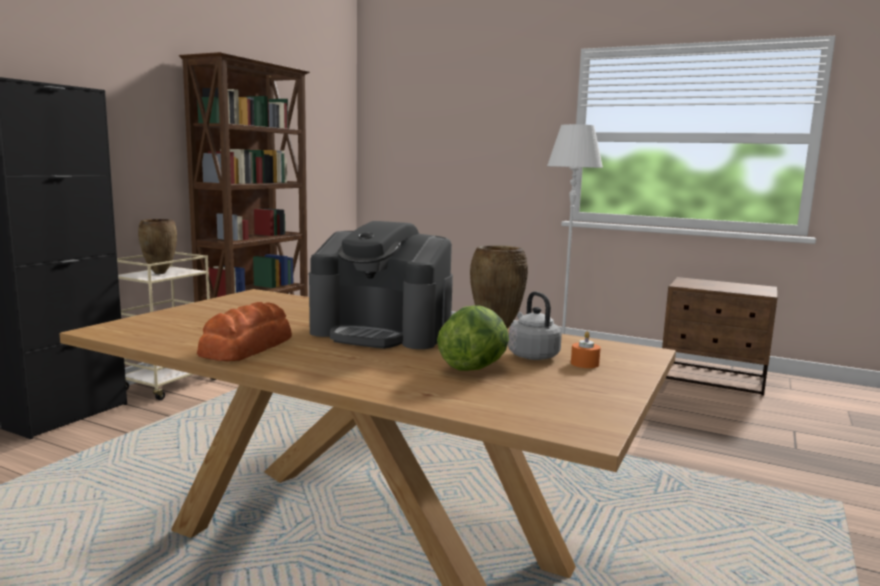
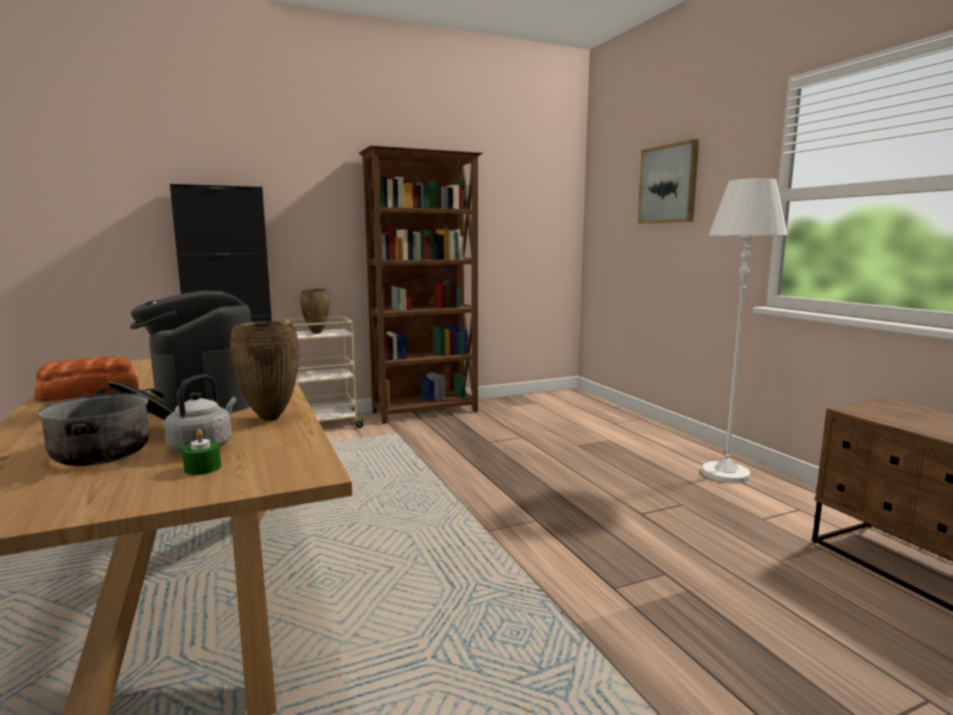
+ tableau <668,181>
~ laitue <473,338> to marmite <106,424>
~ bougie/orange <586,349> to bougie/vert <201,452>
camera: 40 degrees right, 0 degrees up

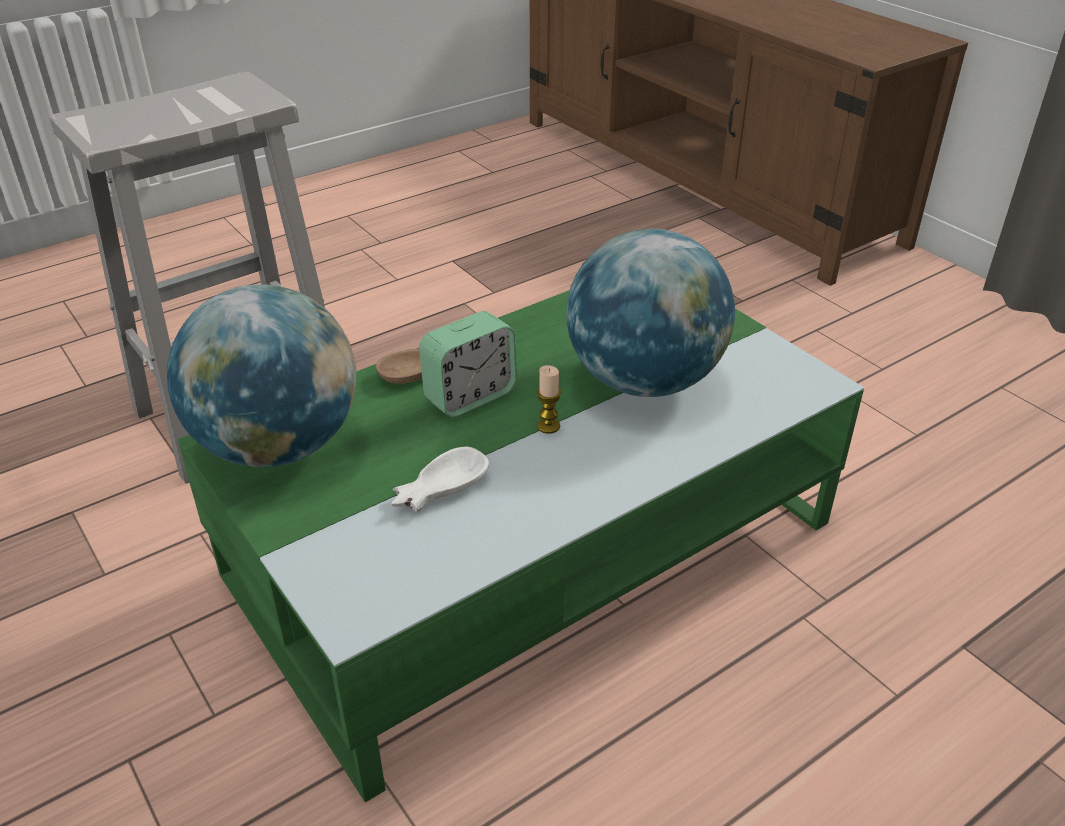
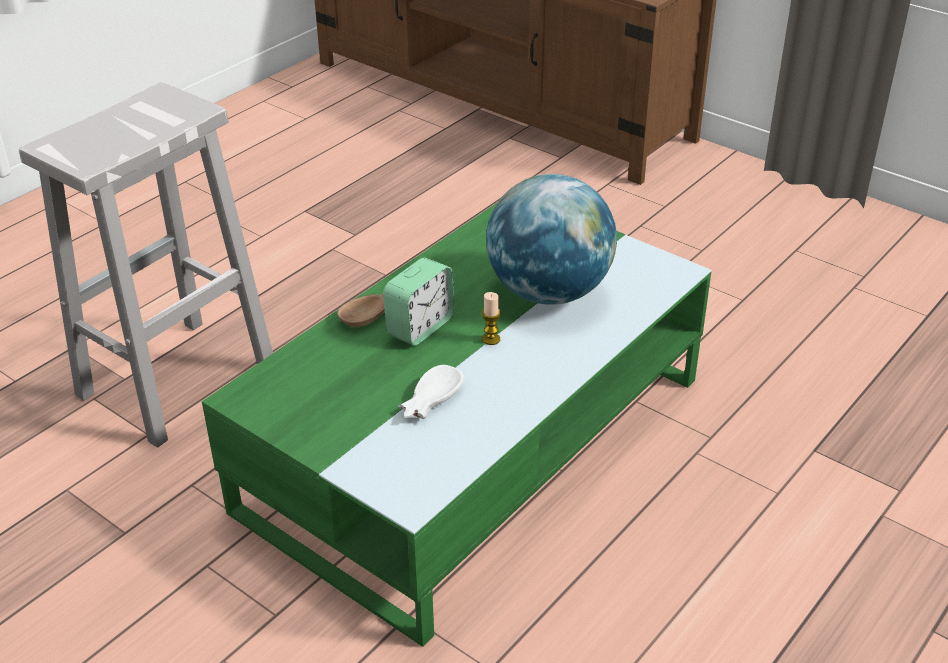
- globe <261,375>
camera: 15 degrees left, 0 degrees up

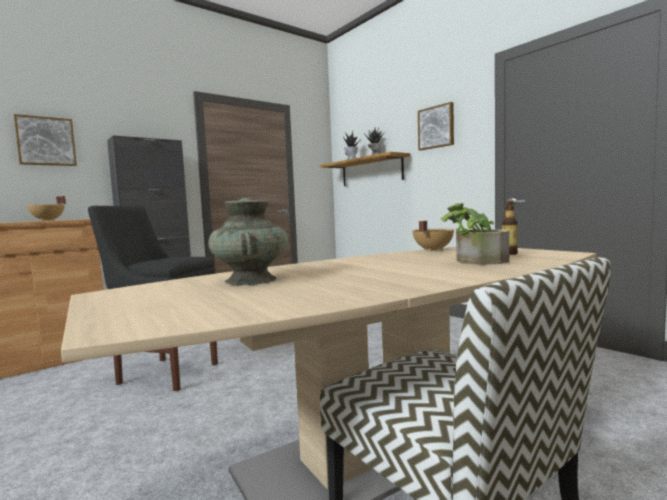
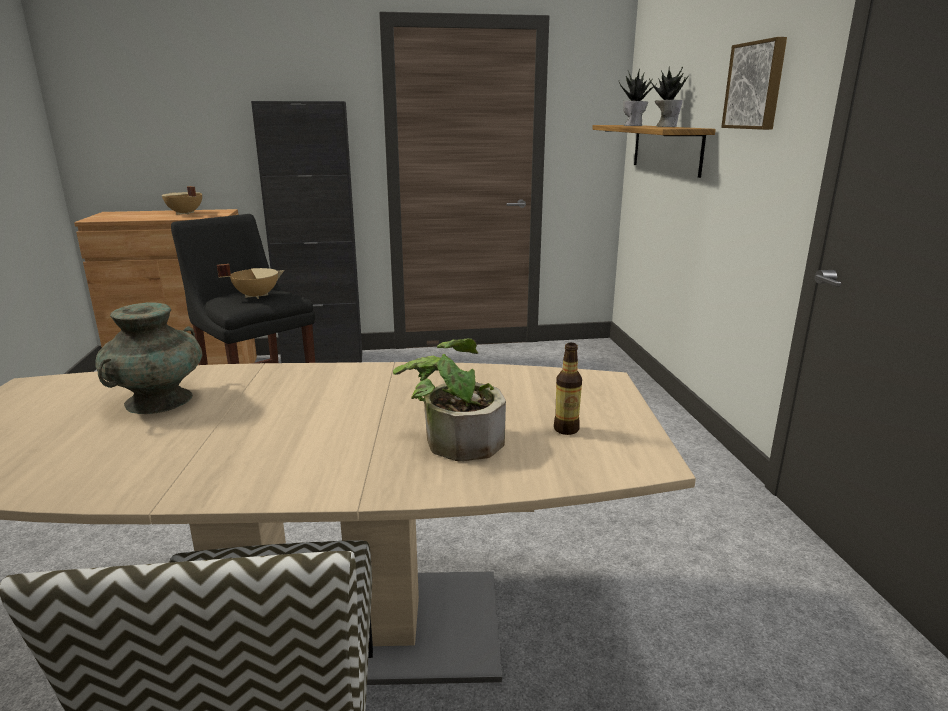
- tableau <45,140>
~ marmite/beige <433,236> to <250,281>
camera: 30 degrees right, 15 degrees up

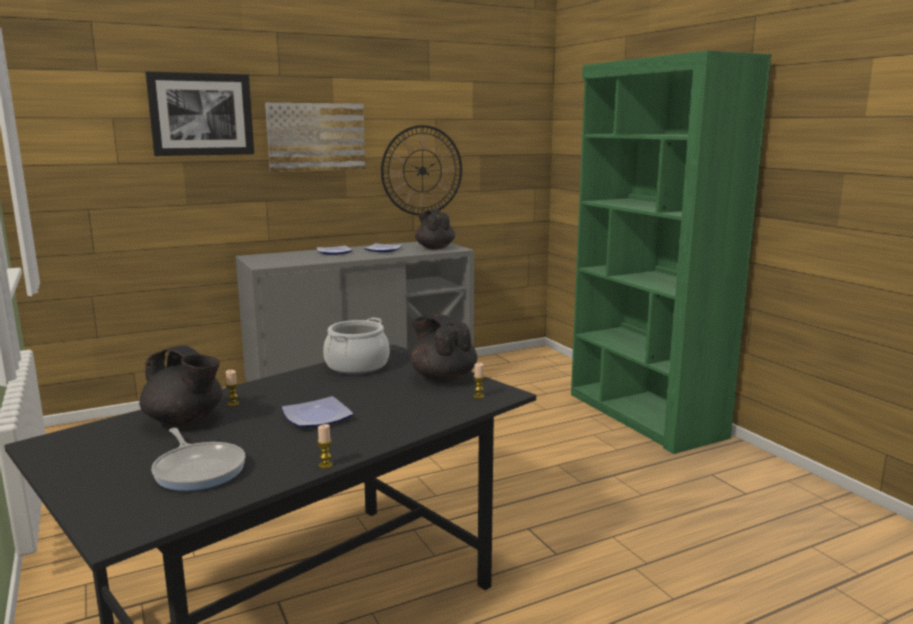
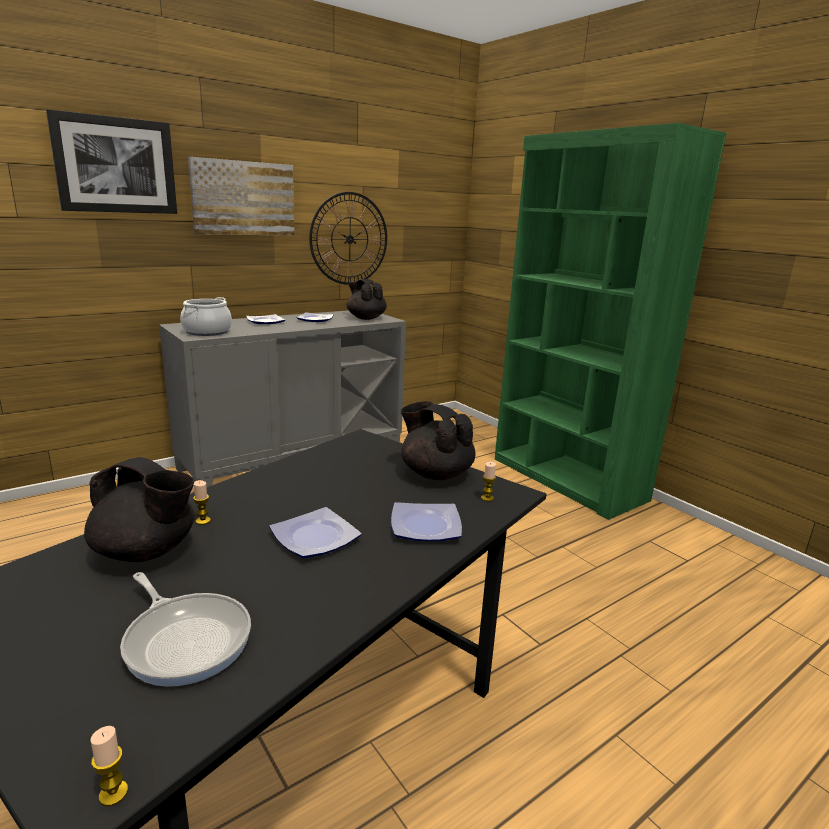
+ assiette <426,521>
~ bougie <325,446> to <109,766>
~ marmite <356,346> to <206,316>
camera: 10 degrees left, 5 degrees up

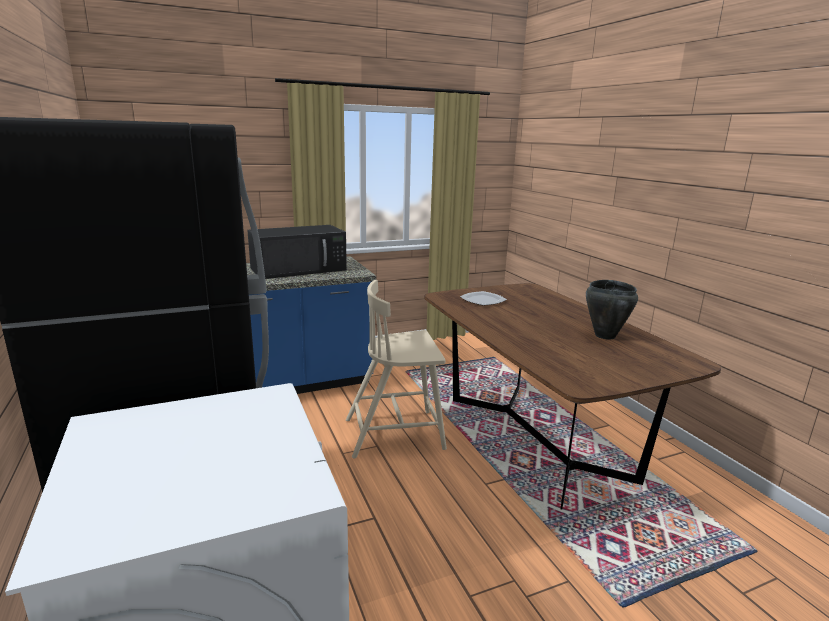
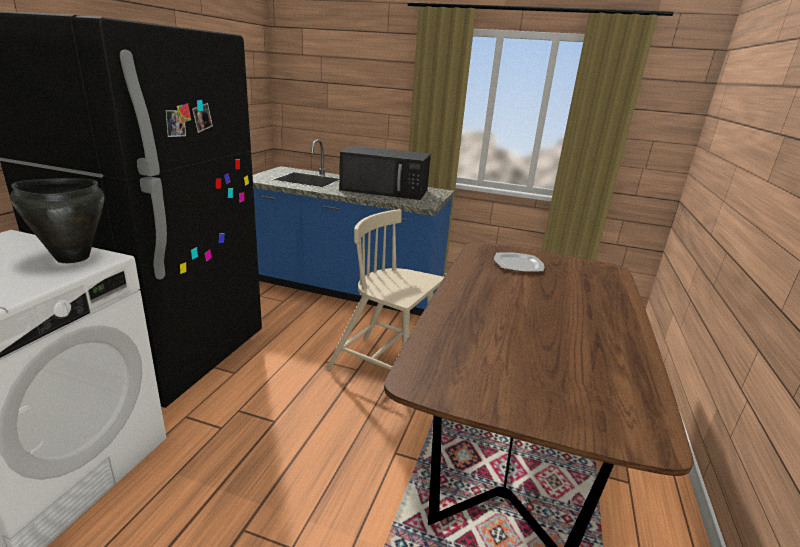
~ marmite/noir <612,309> to <57,220>
camera: 40 degrees right, 5 degrees up

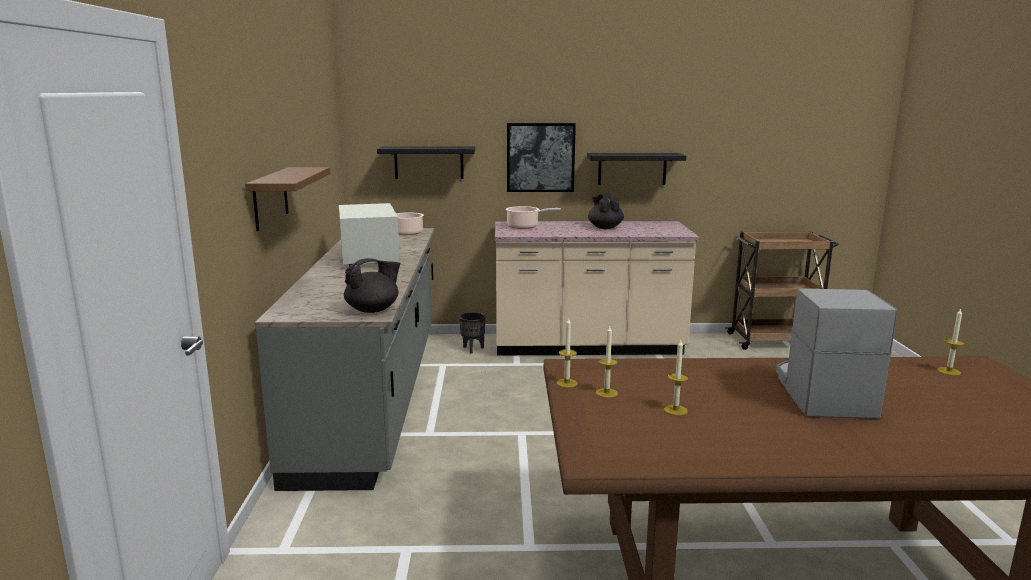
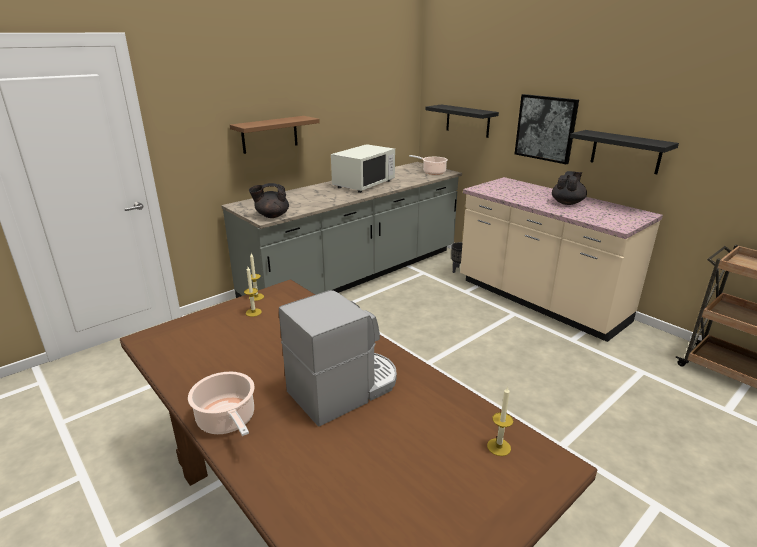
- bougie <676,377>
~ marmite <533,217> to <221,404>
~ théière/noir <372,285> = <269,200> 150 degrees clockwise
camera: 50 degrees right, 10 degrees up

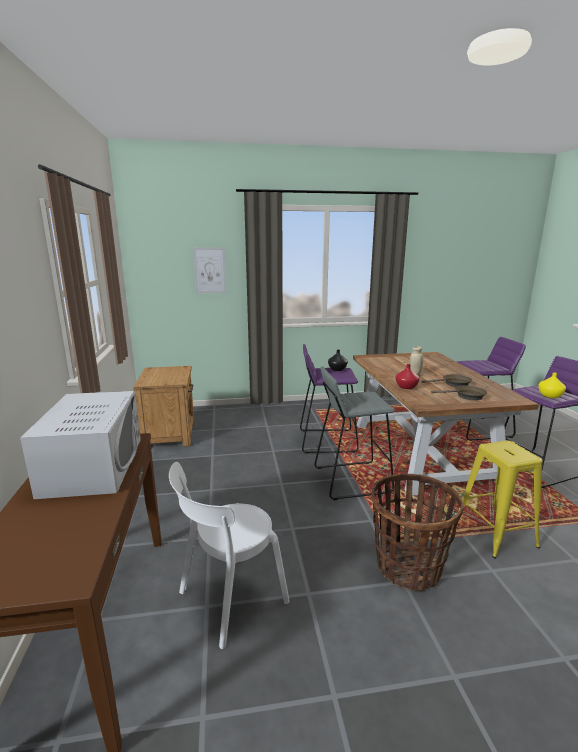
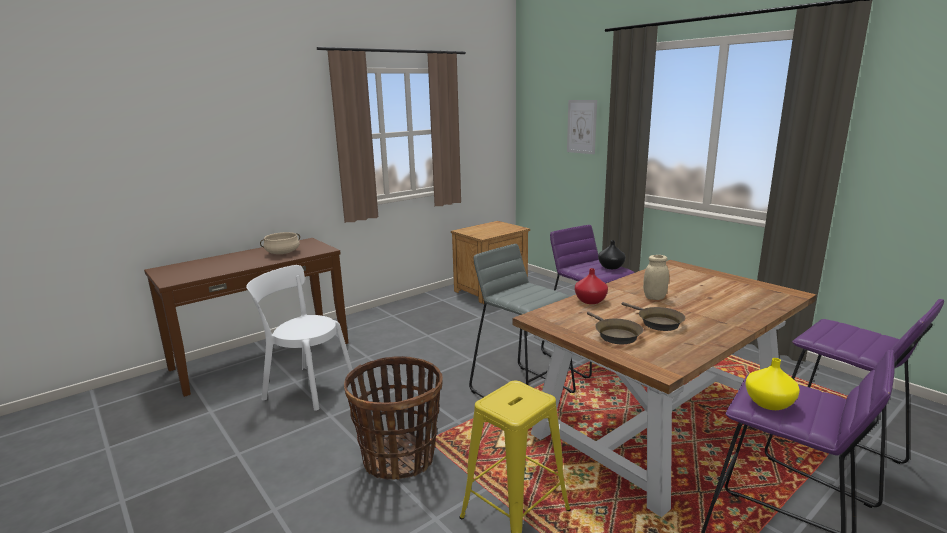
~ micro-ondes/blanc <80,445> to marmite/beige <280,243>
camera: 60 degrees right, 0 degrees up

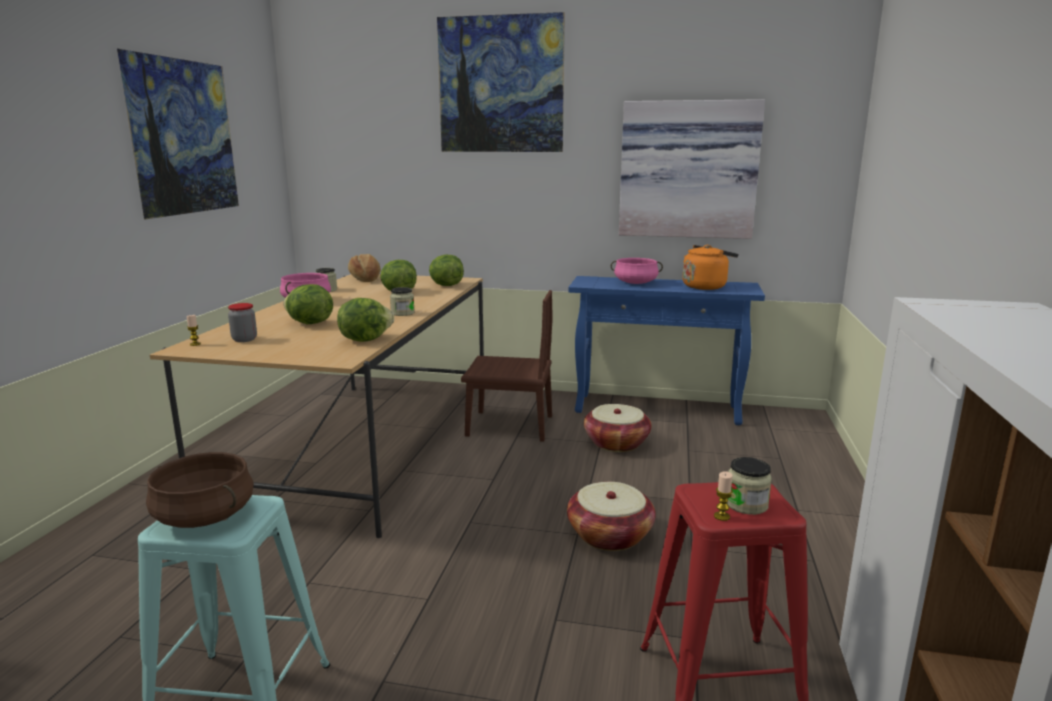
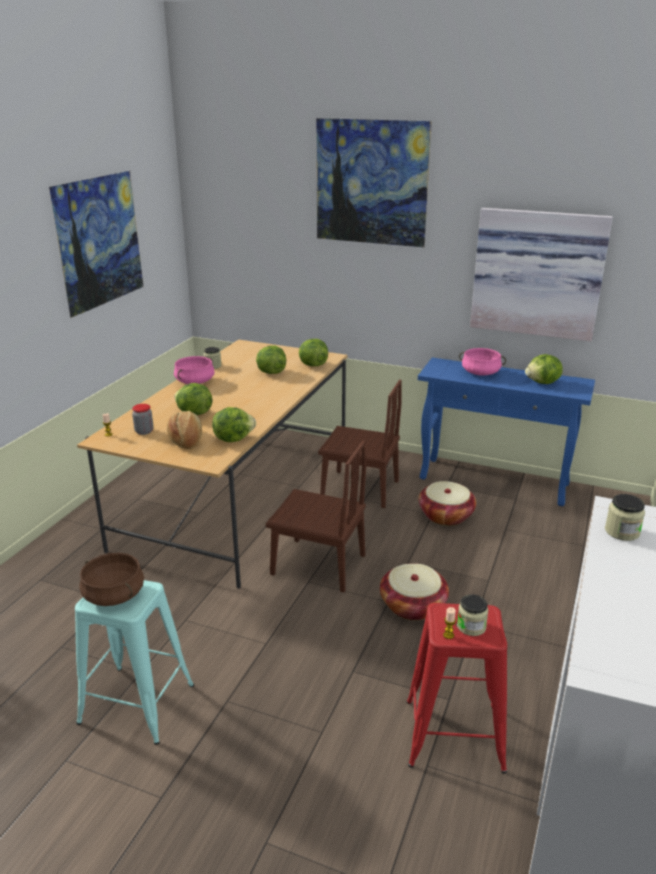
+ chaise/marron <316,516>
~ pain <364,268> to <184,430>
~ bocal <402,301> to <625,517>
~ bouilloire/orange <711,267> to laitue <544,369>
camera: 10 degrees right, 10 degrees up

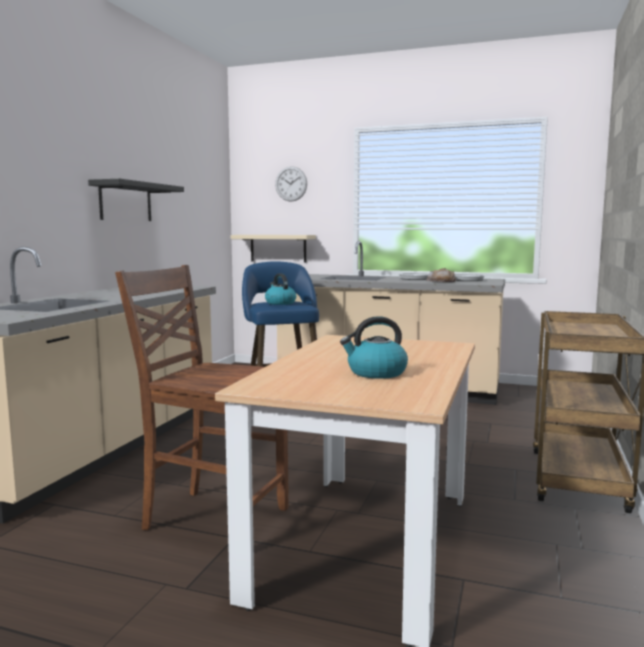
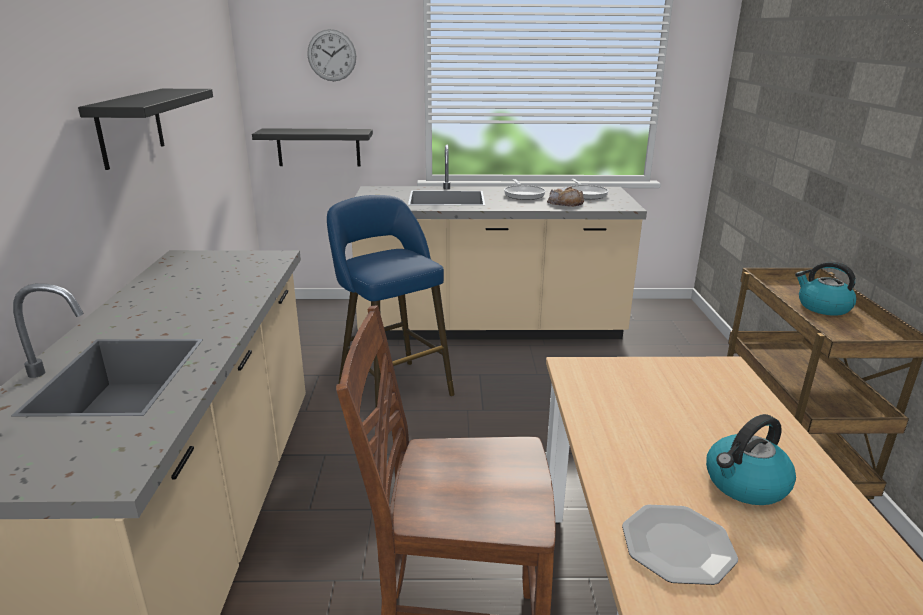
+ assiette <680,545>
~ bouilloire <280,289> to <826,288>
~ étagère/beige <273,248> to étagère/noir <312,147>
camera: 20 degrees left, 15 degrees up

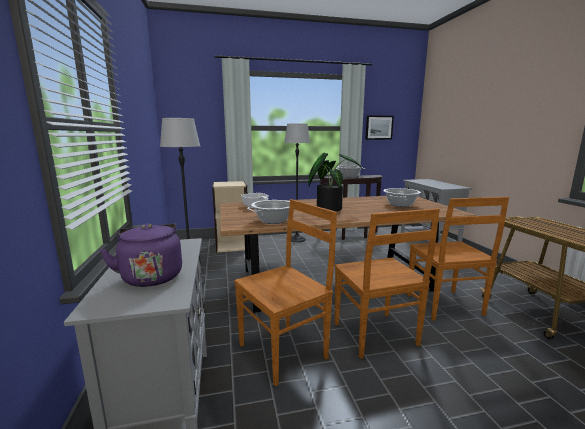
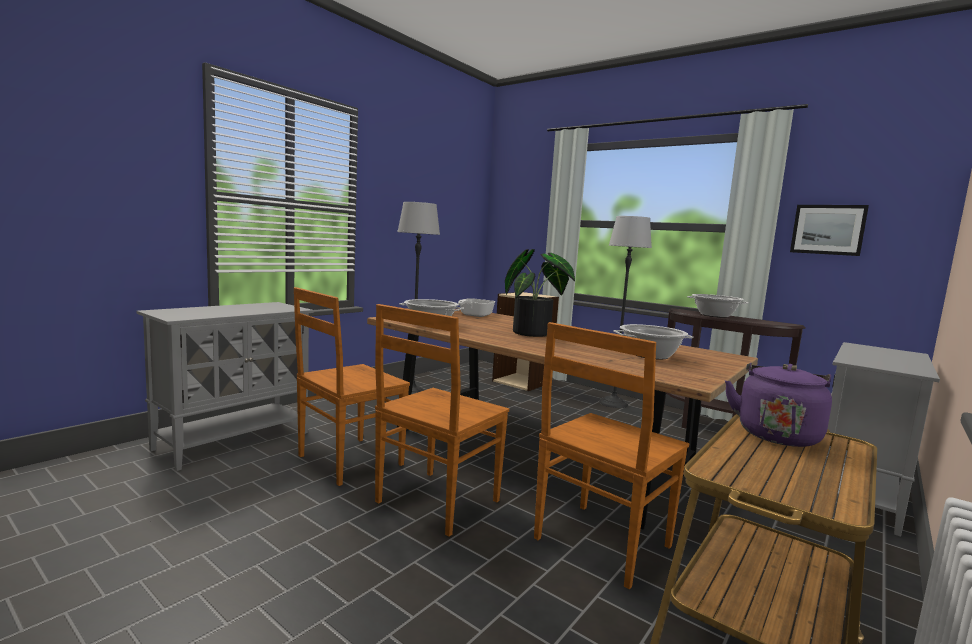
~ bouilloire/violet <141,255> to <778,405>
~ chaise/marron <285,293> = <352,386> 120 degrees clockwise
camera: 50 degrees right, 5 degrees down

